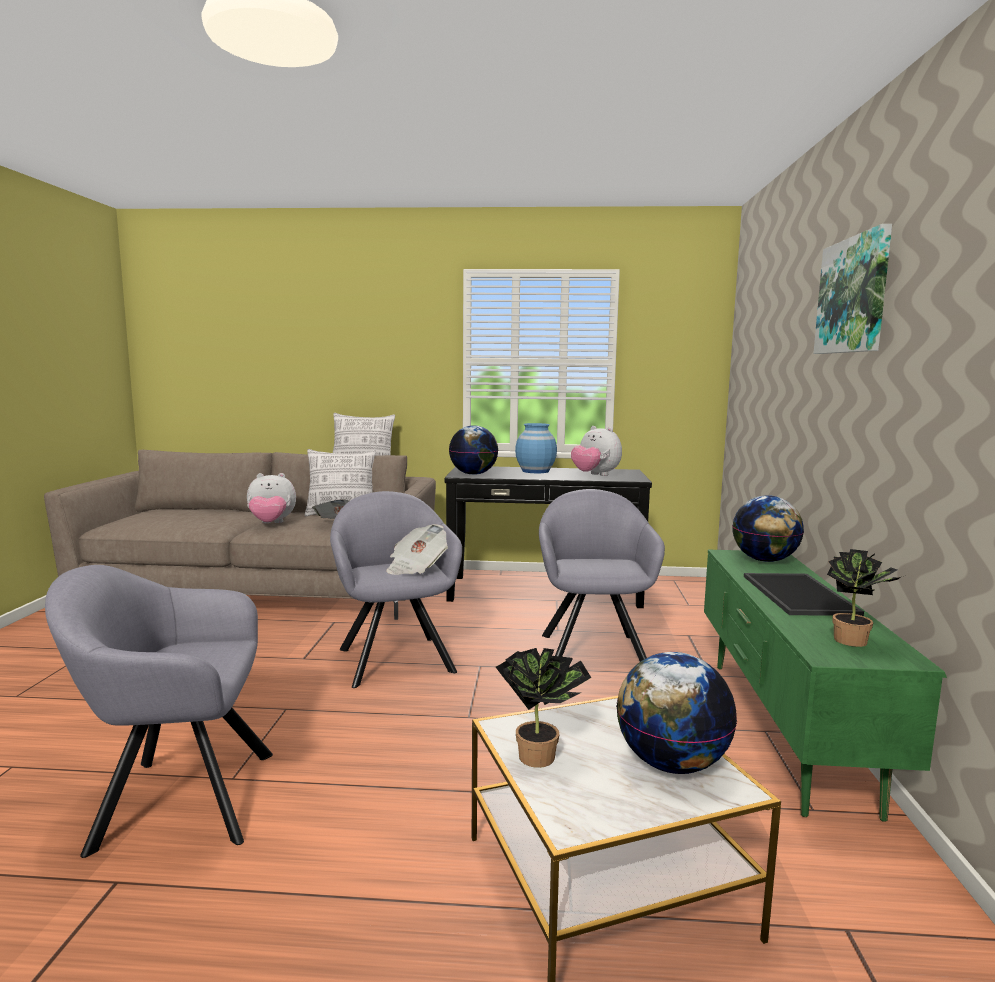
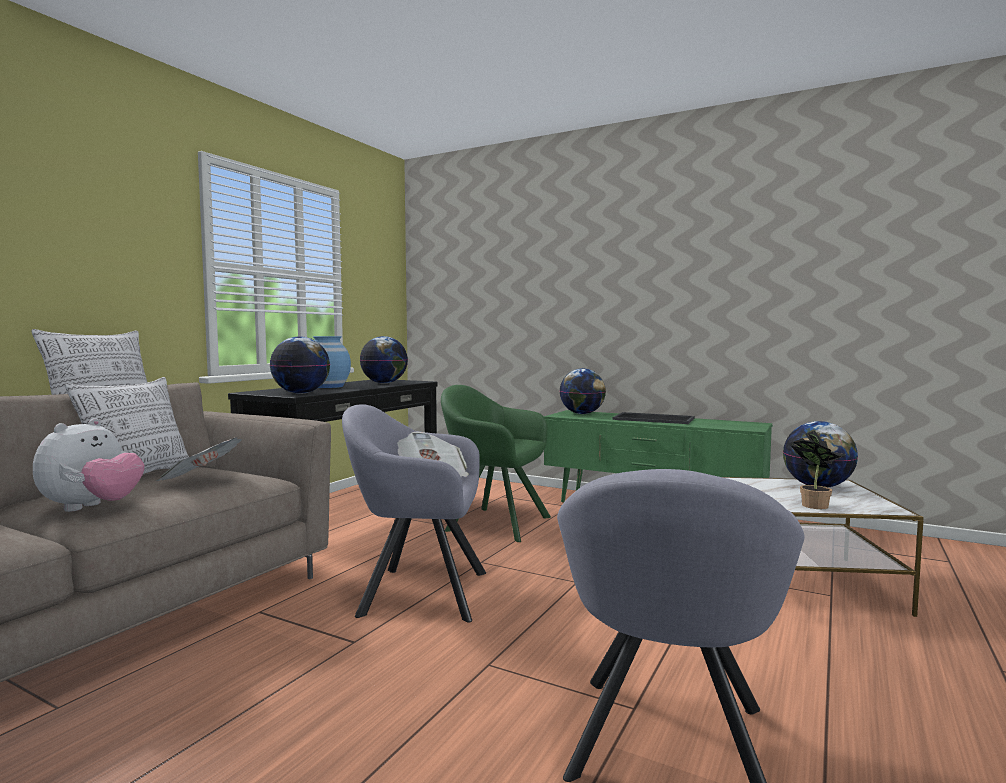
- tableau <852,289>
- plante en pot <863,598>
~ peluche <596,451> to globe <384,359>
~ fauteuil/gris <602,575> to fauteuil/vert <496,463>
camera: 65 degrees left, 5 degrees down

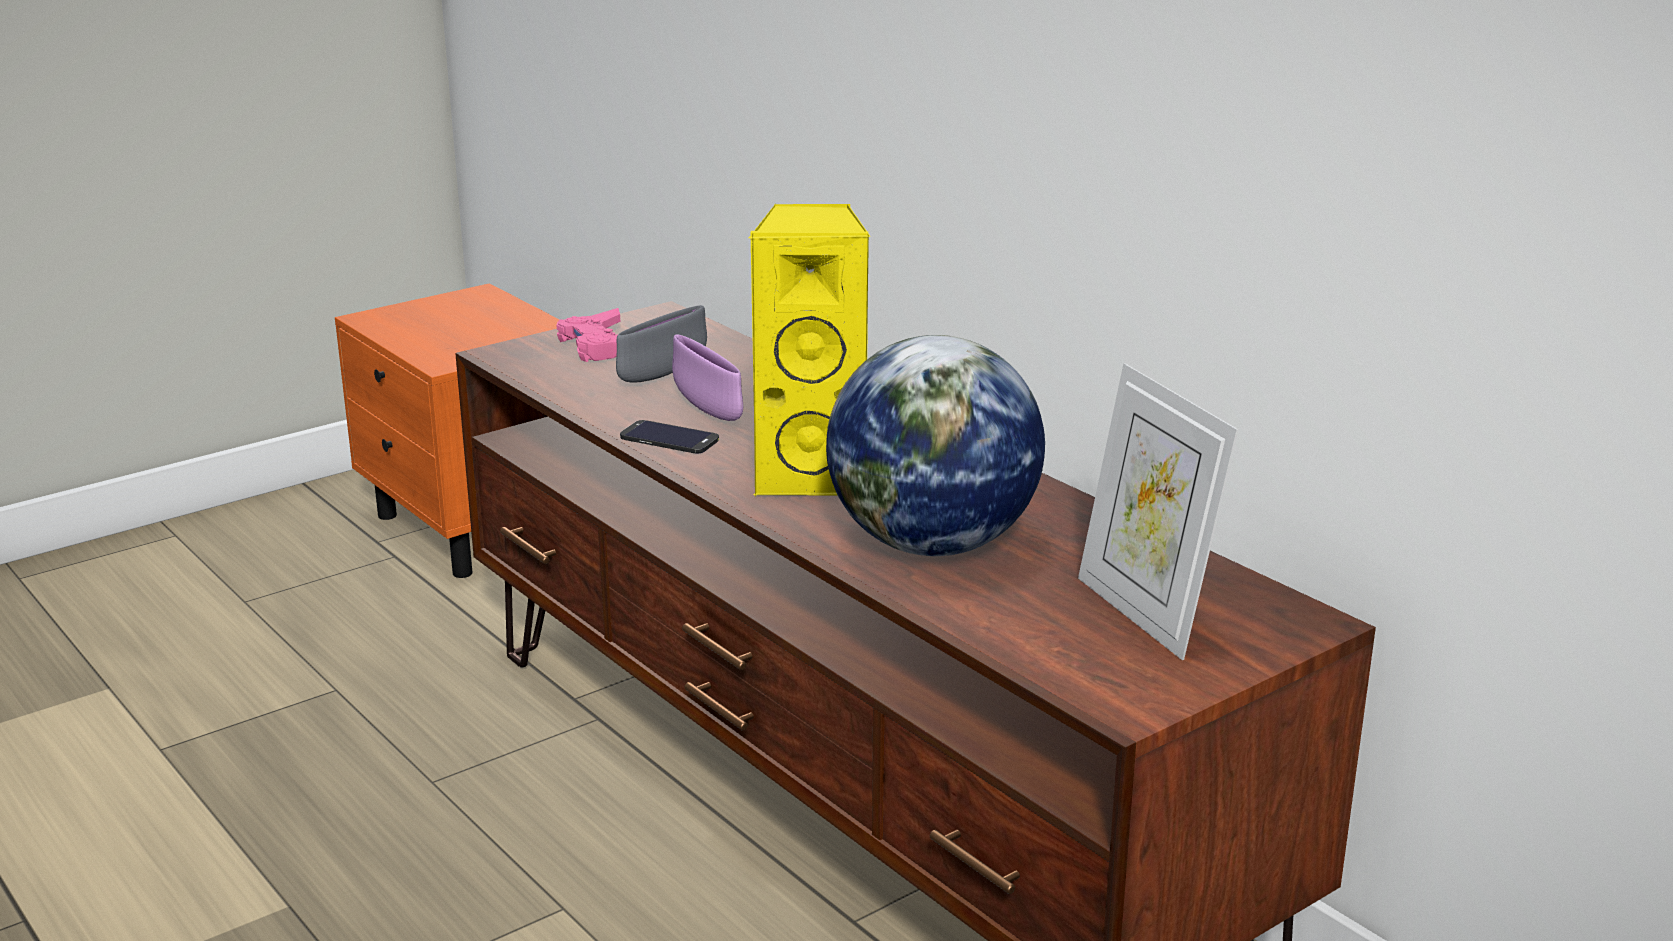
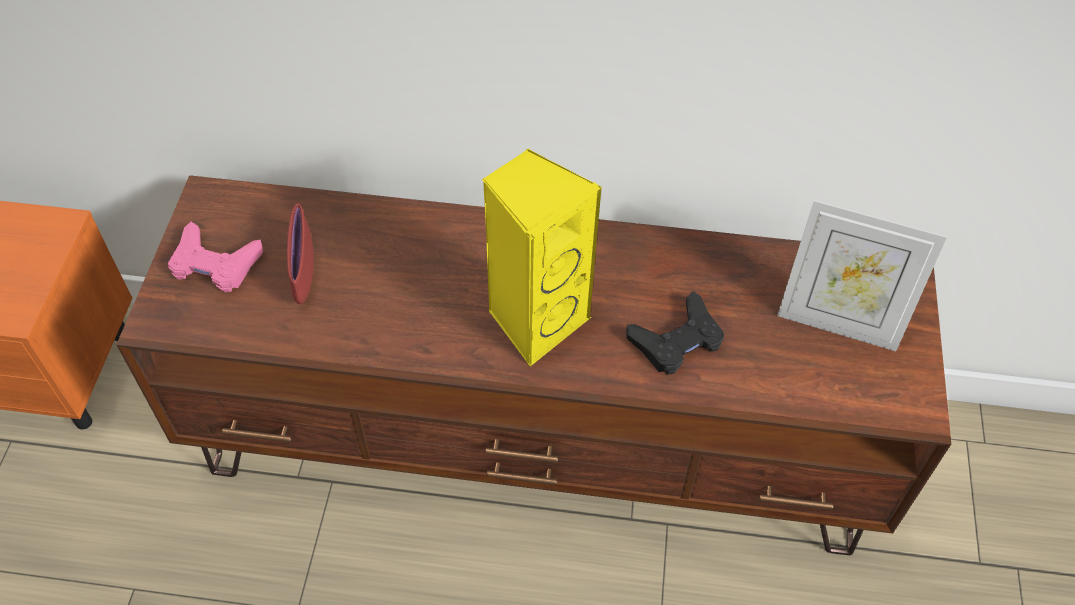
- téléphone <669,436>
- bol/violet <707,377>
~ globe <935,445> to manette/noir <675,333>
~ bol/gris <661,344> to bol/rouge <300,253>
camera: 45 degrees left, 30 degrees up

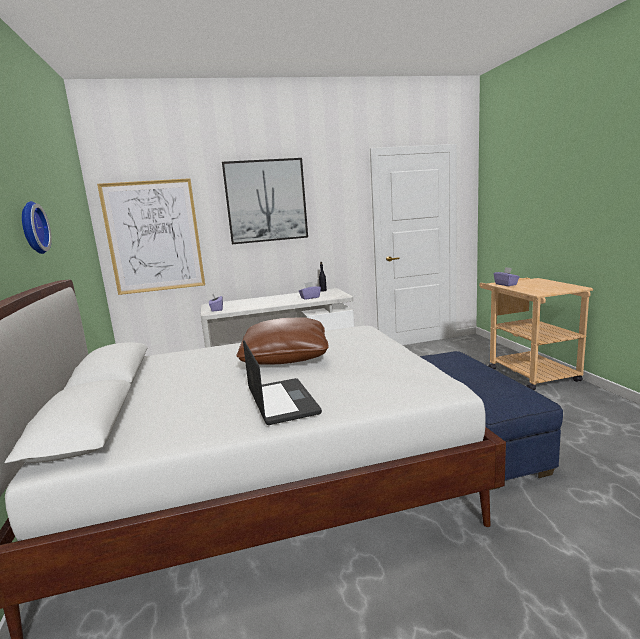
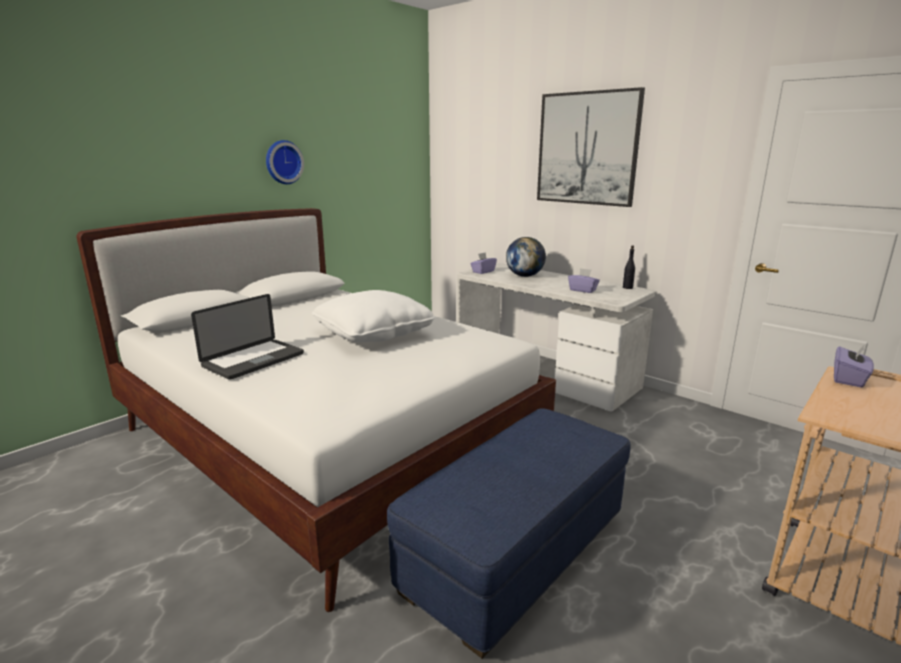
- tableau <151,236>
+ globe <526,257>
~ coussin/marron <282,341> to coussin/blanc <374,316>
camera: 55 degrees right, 5 degrees up

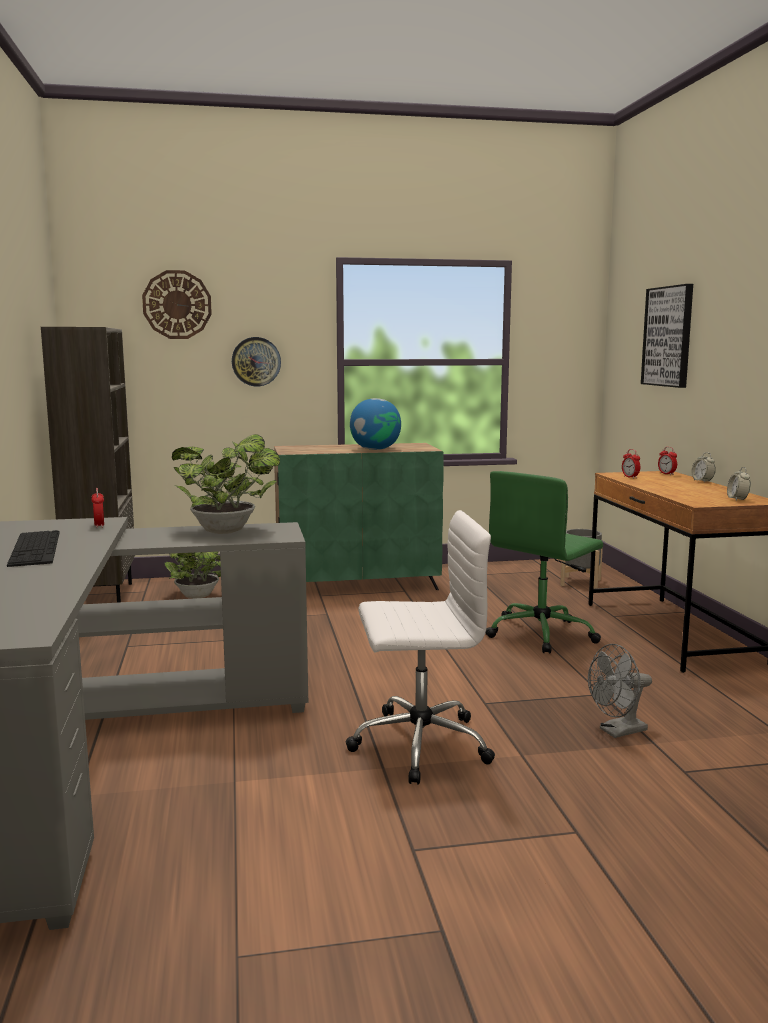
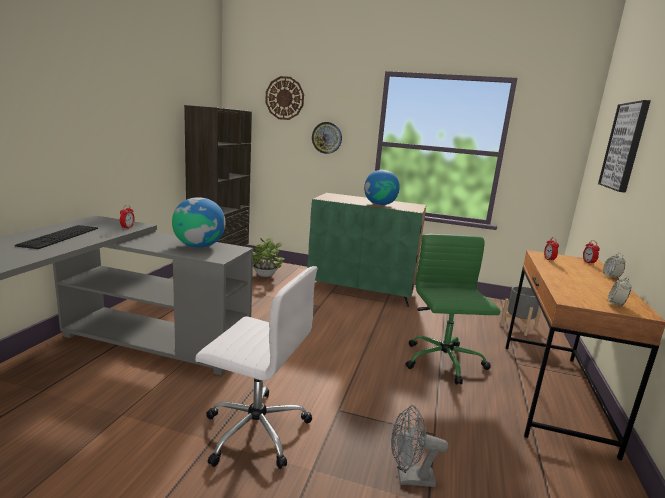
~ plante en pot <226,484> to globe <198,222>
~ chaise de bureau/vert <544,562> = <452,309> 105 degrees clockwise
camera: 25 degrees right, 5 degrees up

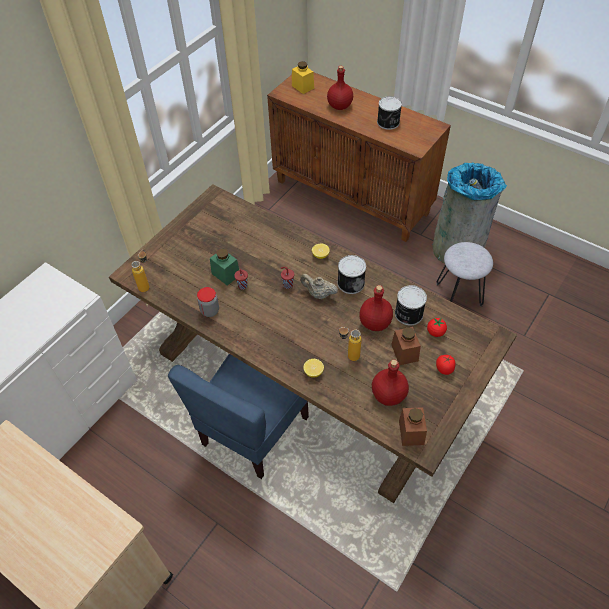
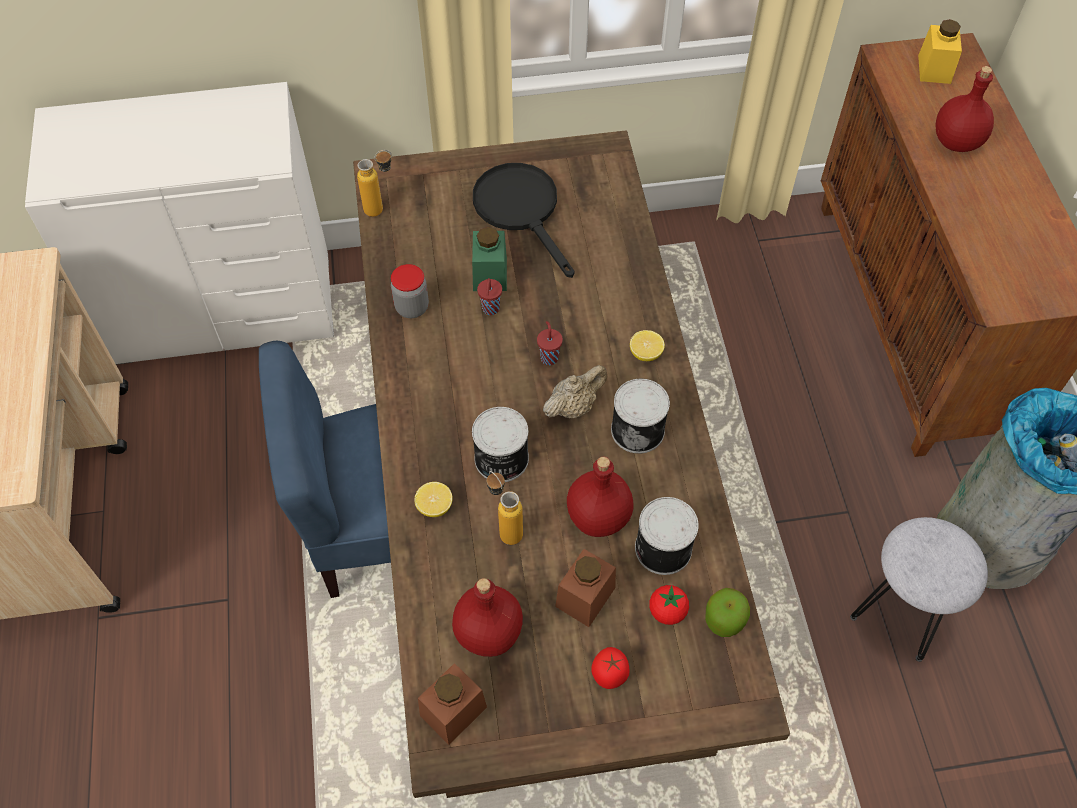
+ poêle/noir <523,220>
+ pomme <727,612>
~ boîte métallique <389,113> to <500,444>
~ théière/beige <319,286> = <575,391> 75 degrees clockwise
camera: 45 degrees right, 5 degrees up

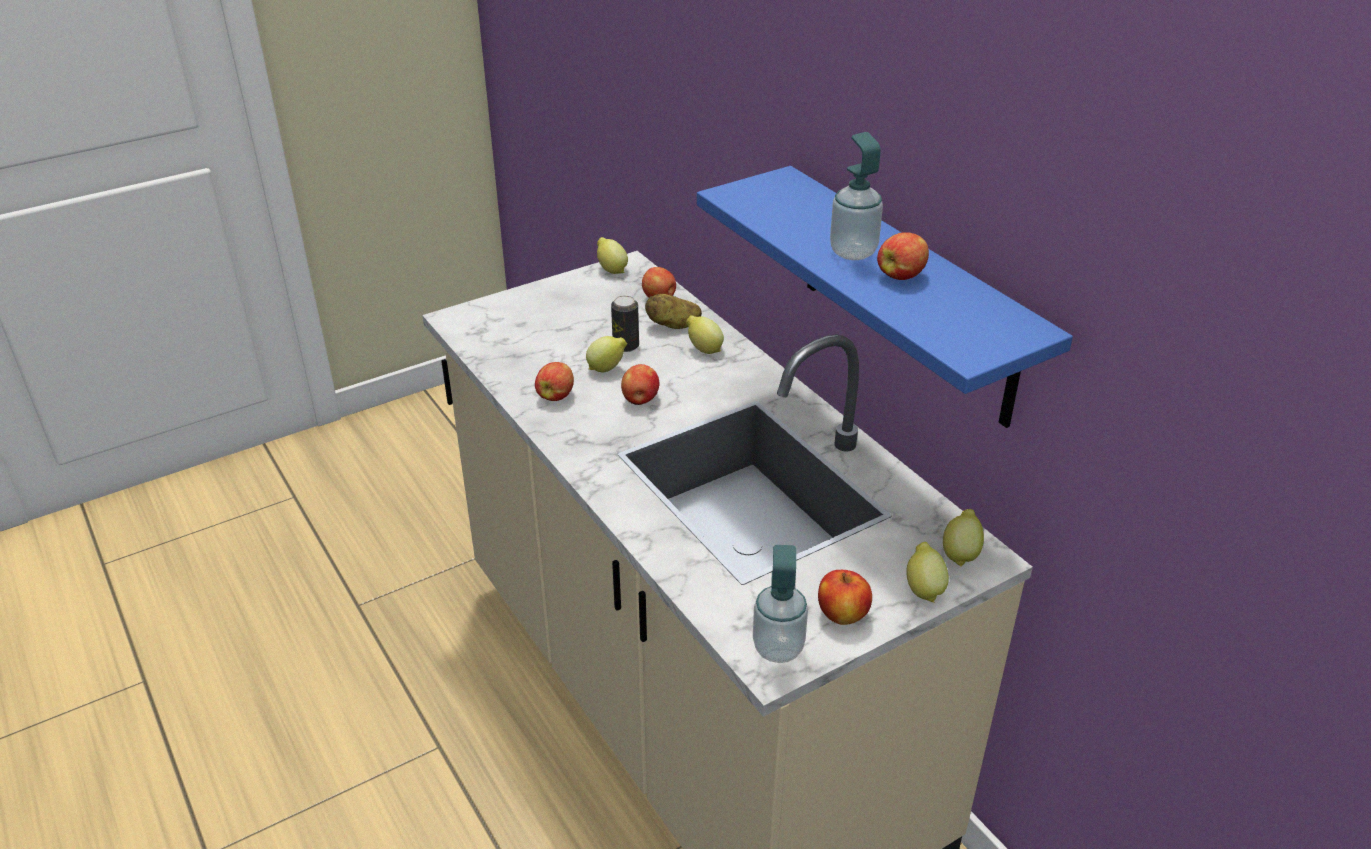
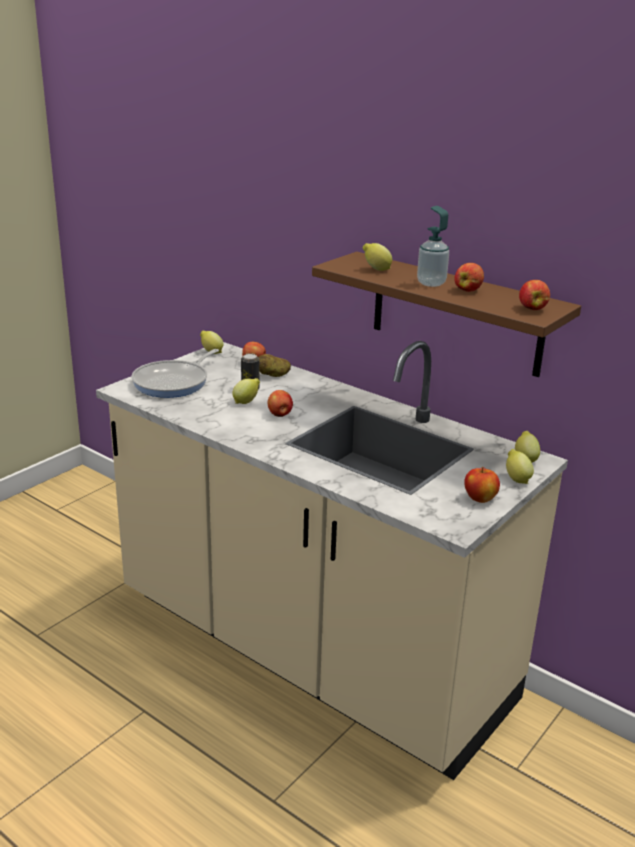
- distributeur de savon <780,604>
+ poêle <175,373>
~ pomme <554,381> to <534,295>
~ citron <705,334> to <377,257>
~ étagère/bleu <885,297> to étagère/marron <446,314>
camera: 20 degrees left, 10 degrees down

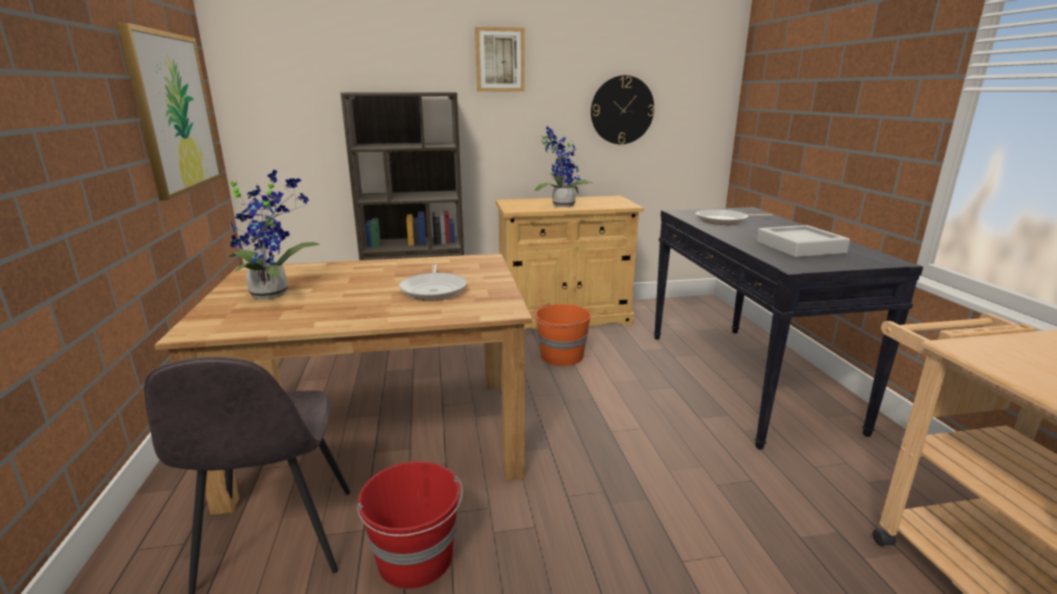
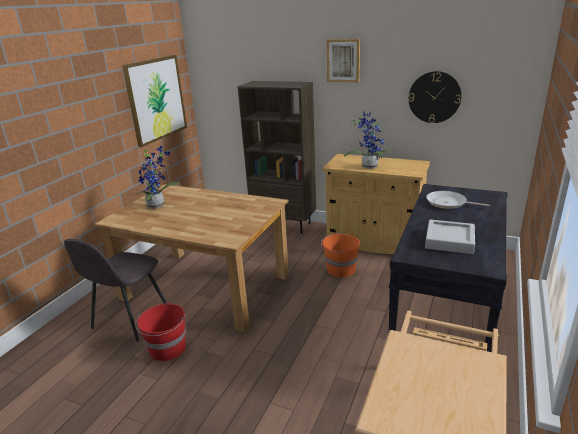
- poêle <433,282>
camera: 35 degrees right, 5 degrees up

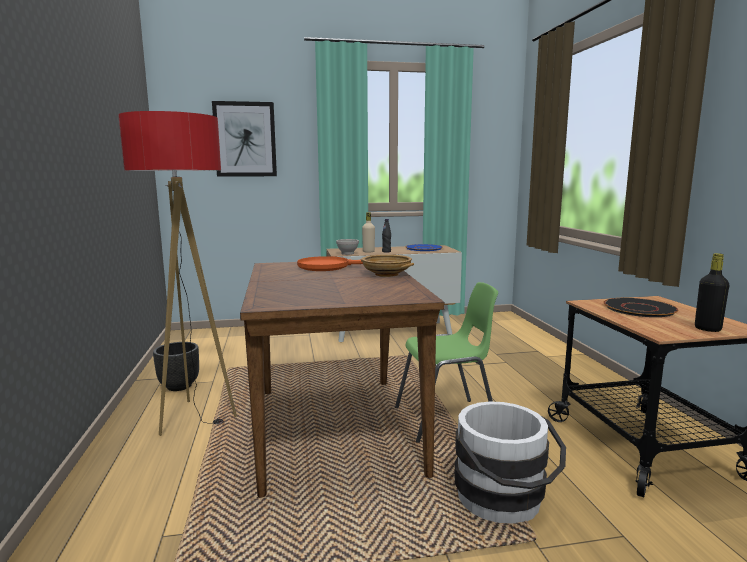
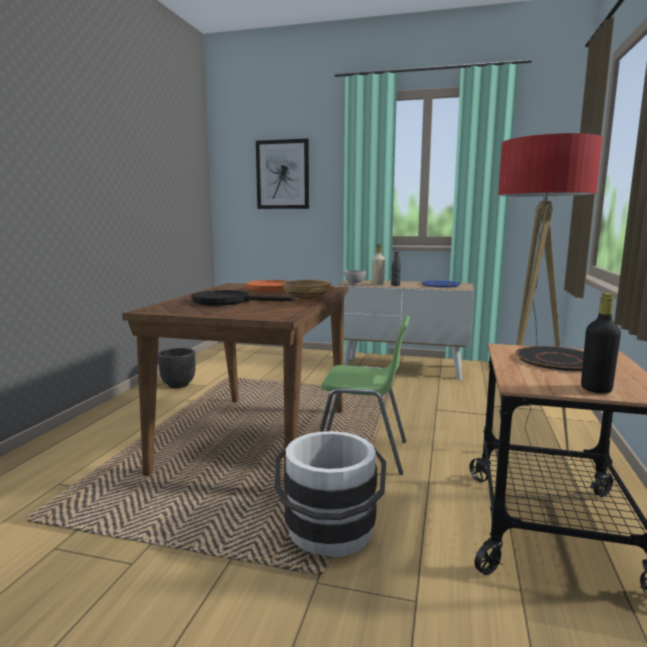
+ poêle/noir <243,298>
~ lampadaire <177,273> to <549,294>
camera: 25 degrees right, 0 degrees up

